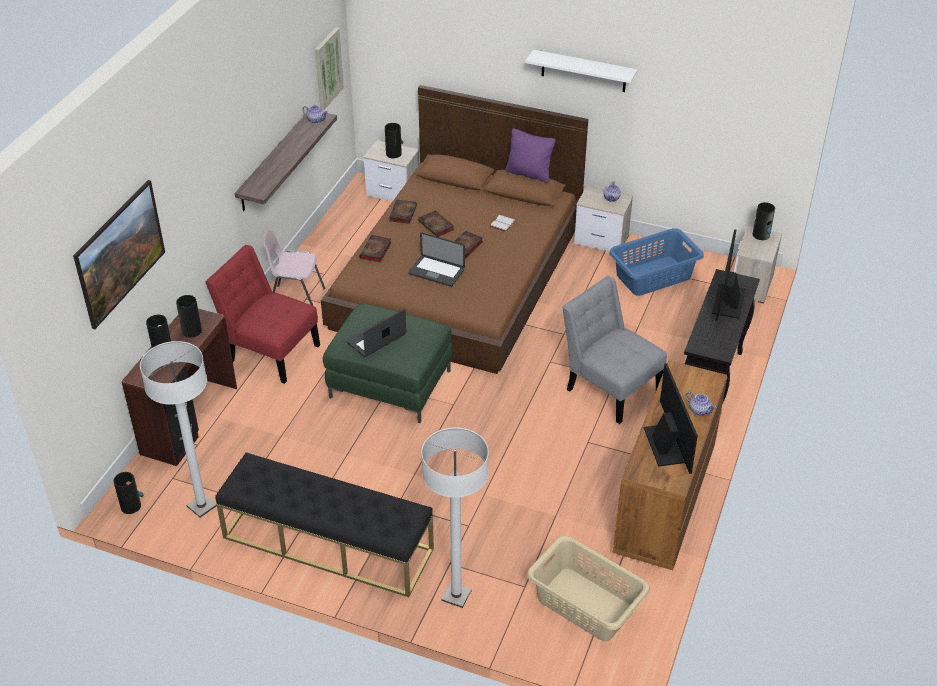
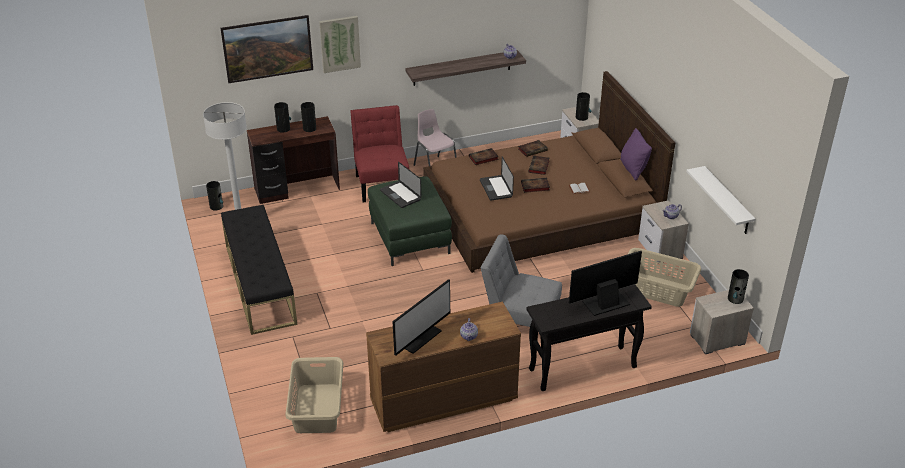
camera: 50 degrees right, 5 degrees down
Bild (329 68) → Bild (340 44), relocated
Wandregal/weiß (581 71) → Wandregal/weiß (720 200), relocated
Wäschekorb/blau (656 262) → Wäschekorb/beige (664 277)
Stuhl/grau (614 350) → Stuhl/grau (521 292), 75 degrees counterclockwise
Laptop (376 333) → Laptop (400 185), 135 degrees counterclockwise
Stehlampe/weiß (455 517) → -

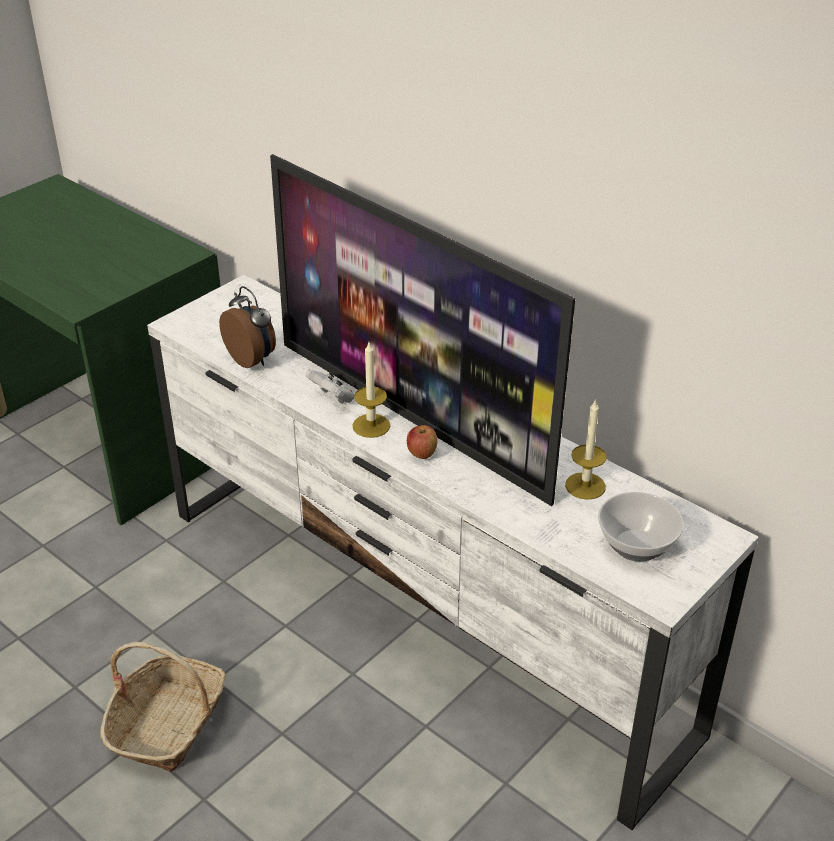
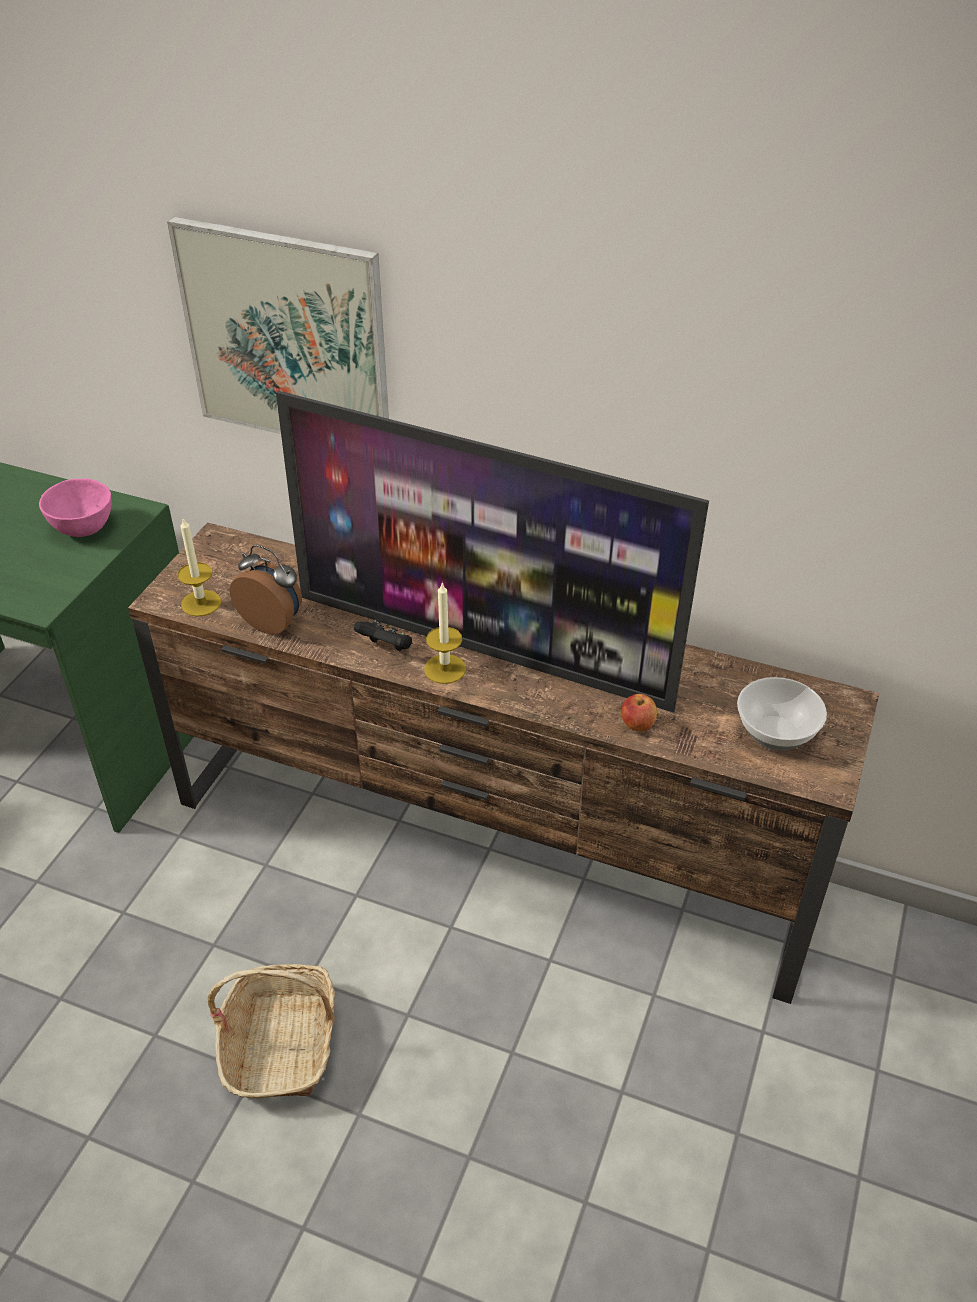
camera: 20 degrees left, 5 degrees up
Fernsehschrank/weiß (453 552) → Fernsehschrank/braun (503 763)
Gamepad/weiß (330 387) → Gamepad/schwarz (383 635)
Kerze (586 449) → Kerze (199 567), relocated
Apfel (422 442) → Apfel (639 713), relocated
- → Bild (278 325)
- → Schüssel/rosa (75 508)

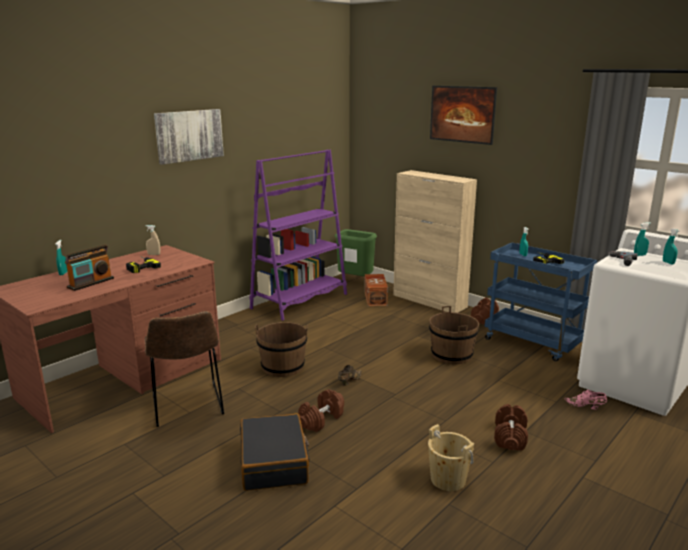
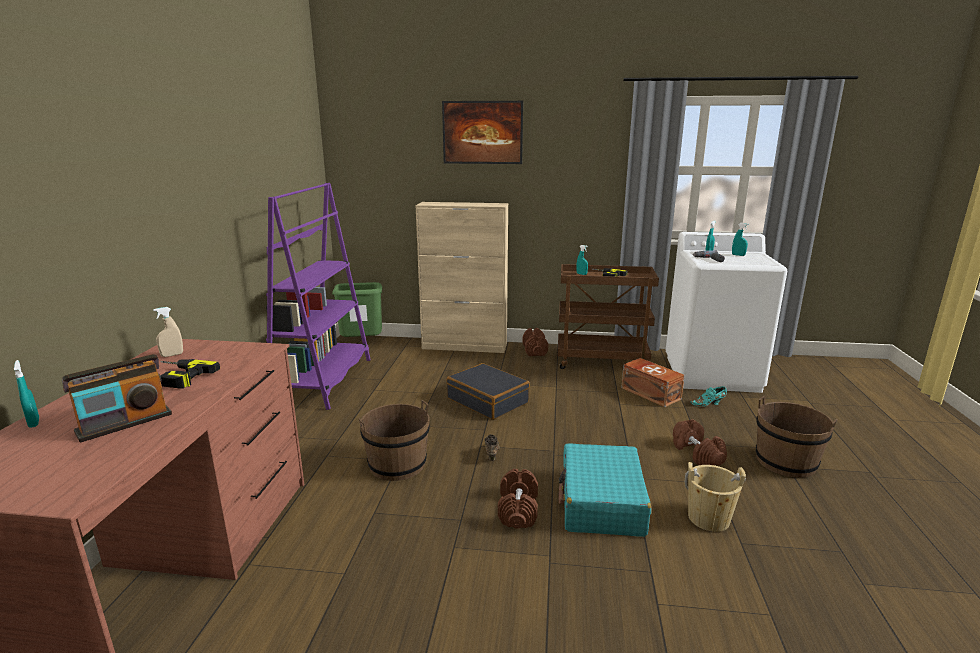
camera: 35 degrees left, 0 degrees up
Bild (189 137) → -
Rollwagen/blau (541 302) → Rollwagen/braun (608 316)
Radio (89 268) → Radio (117 398), 45 degrees clockwise
Aufbewahrungsbox/braun (376 290) → Aufbewahrungsbox/braun (653 382), relocated
Eimer/braun (454 335) → Eimer/braun (796 437), relocated
Stuhl/braun (184 369) → -
Schuh/rosa (585 400) → Schuh/türkis (708 396)
Koffer/schwarz (274 452) → Koffer/schwarz (488 391), relocated
- → Koffer/türkis (604 490)

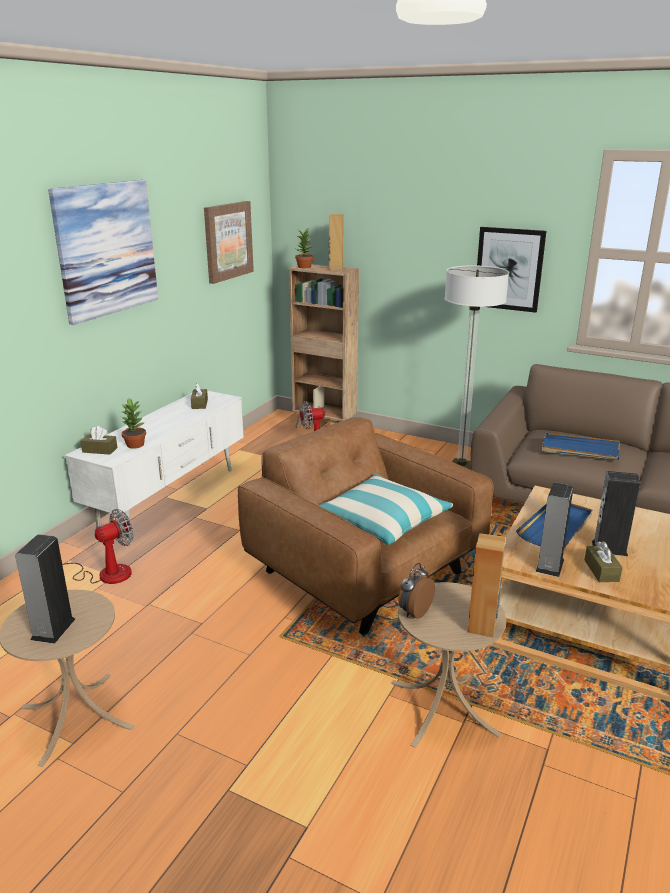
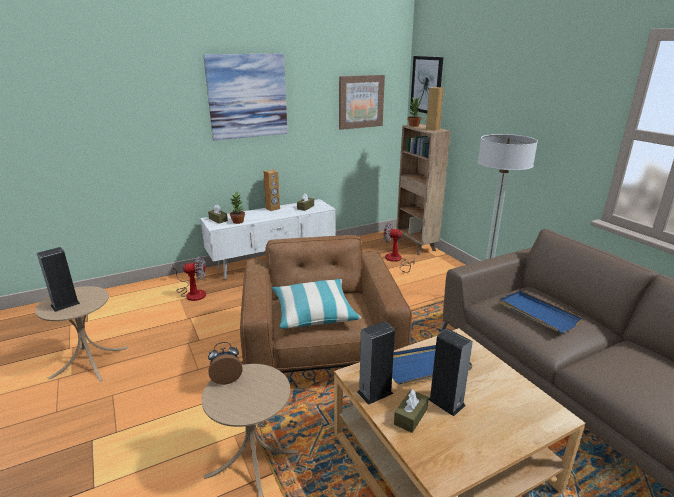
camera: 35 degrees right, 0 degrees up
Bild (511 270) → Bild (426 84), relocated
Lautsprecher/braun (487 585) → Lautsprecher/braun (271 190), relocated

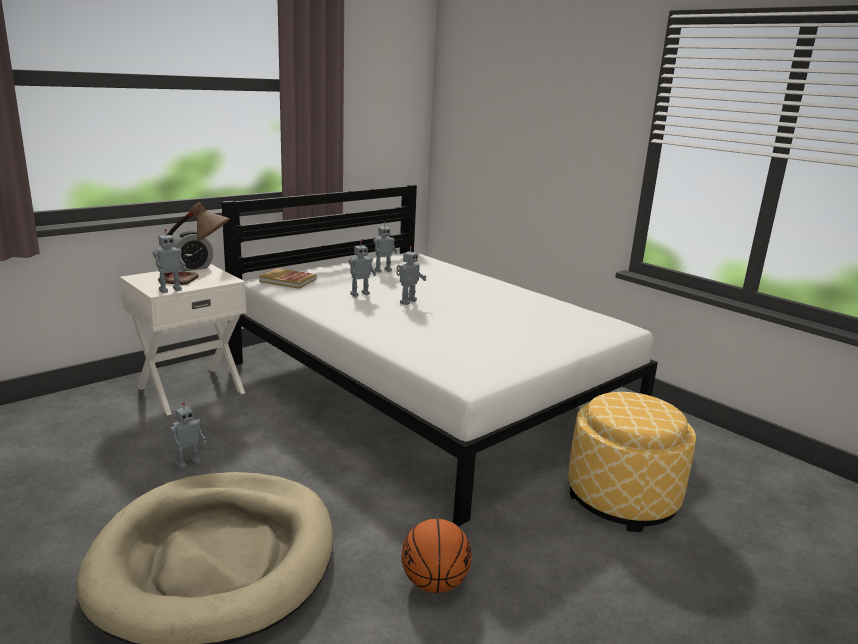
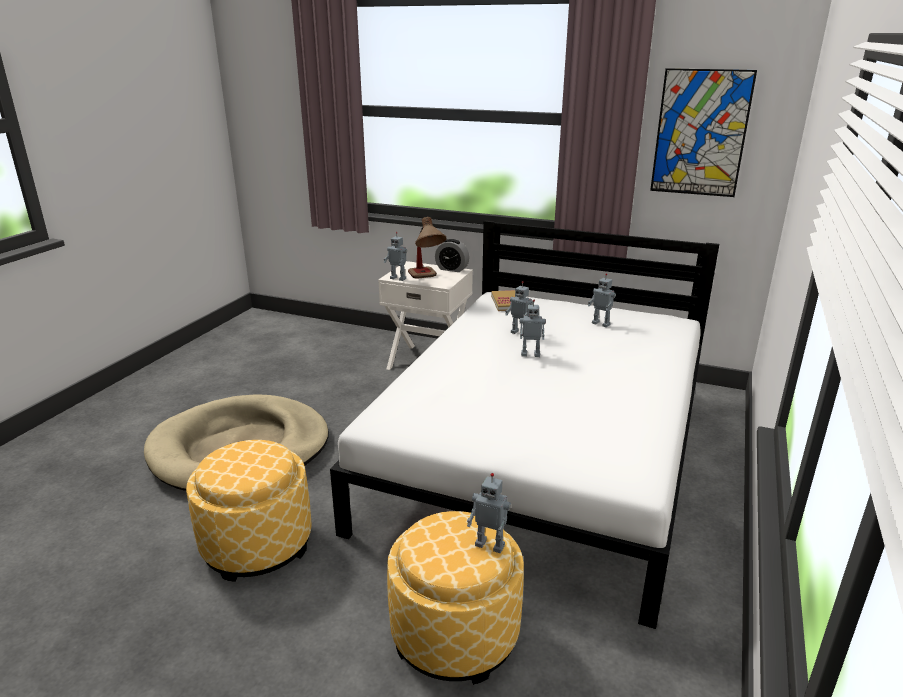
camera: 65 degrees right, 5 degrees up
Spielzeugroboter (188 435) → Spielzeugroboter (489 513), relocated
Basketball (436 556) → Polsterhocker (249 511)
- → Bild (703 132)

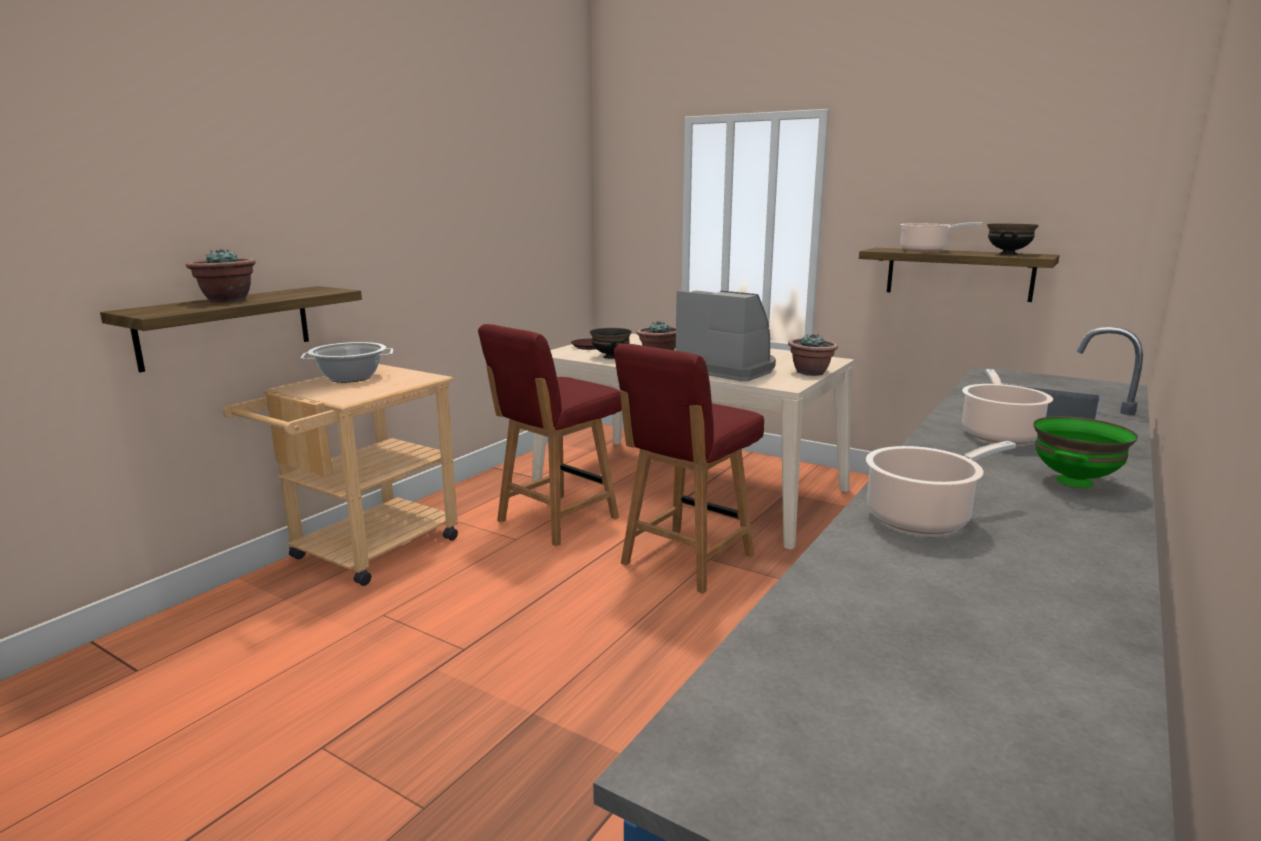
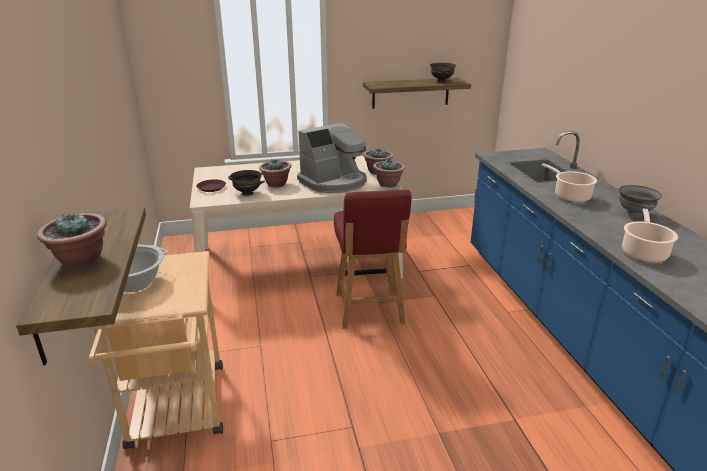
camera: 45 degrees left, 10 degrees up
Kochtopf (941 237) → -
Kaffeemaschine (726 335) → Kaffeemaschine (332 158), 150 degrees clockwise
Stuhl/rot (550 435) → -
Schüssel/grün (1085 452) → Schüssel/grau (640 201)
- → Topfpflanze (389 174)

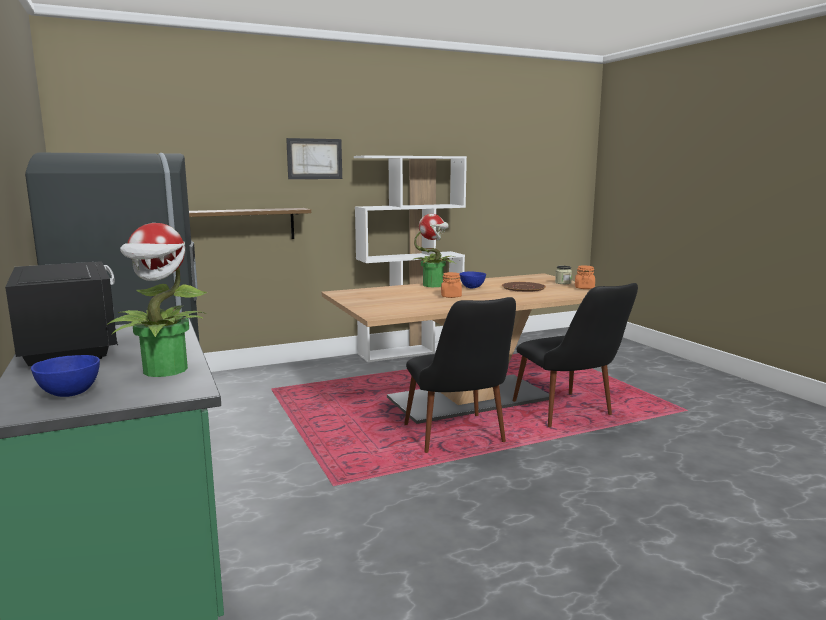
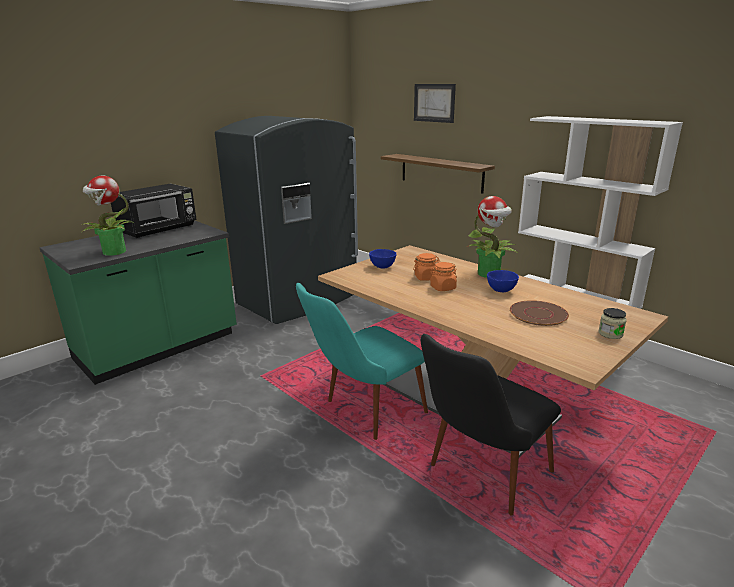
camera: 70 degrees right, 10 degrees up
Bild (314 158) → Bild (435 103), relocated
Vorratsglas/orange (585 277) → Vorratsglas/orange (426 267), relocated
Stuhl/schwarz (460 375) → Stuhl/türkis (362 361)
Schüssel/blau (65 376) → Schüssel/blau (382 258), relocated

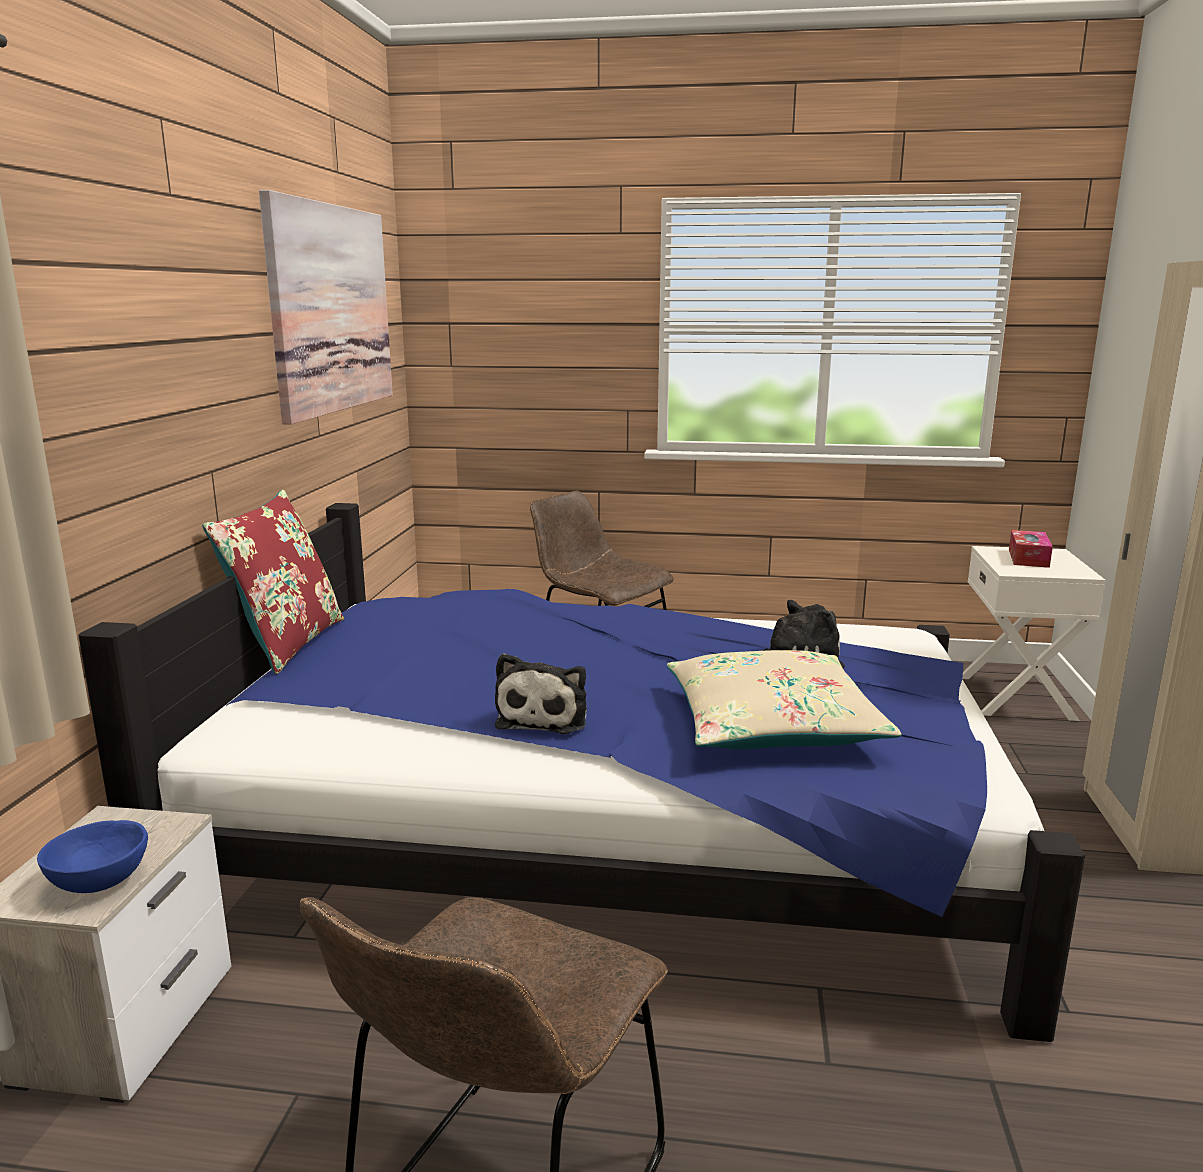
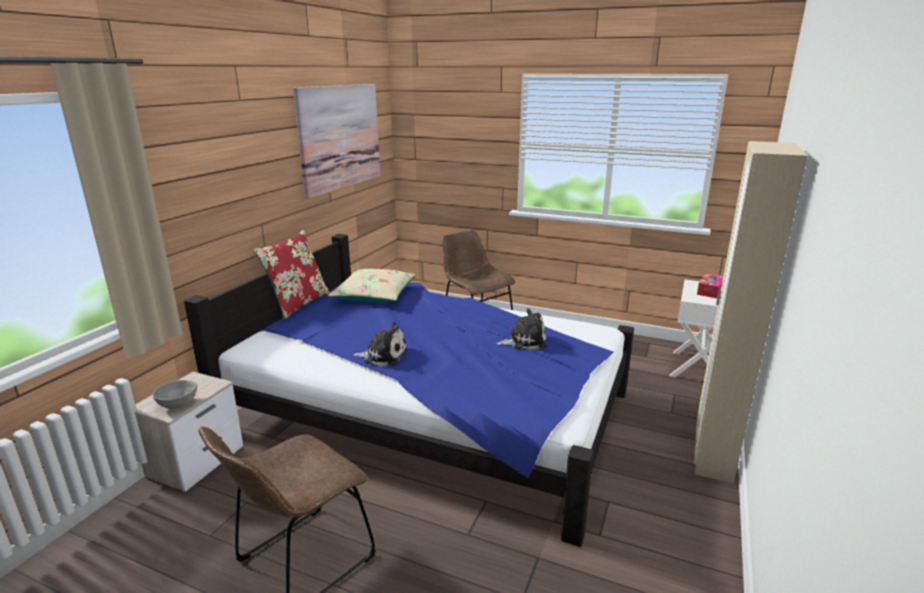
camera: 15 degrees right, 5 degrees up
Kissen/beige (784 699) → Kissen/beige (372 286), relocated
Plüschtier (541 693) → Plüschtier (380 344), 105 degrees counterclockwise
Schüssel/blau (92 856) → Schüssel/grau (174 394)

